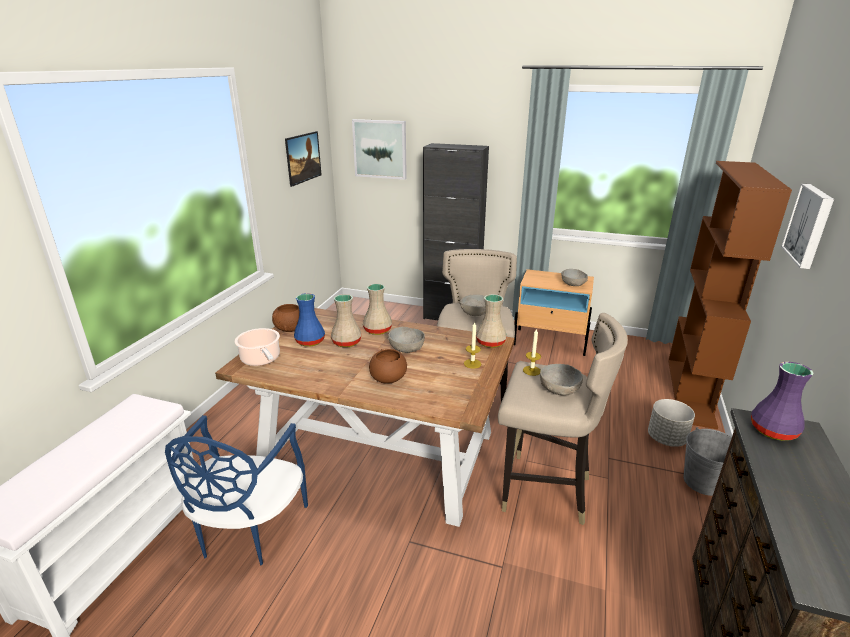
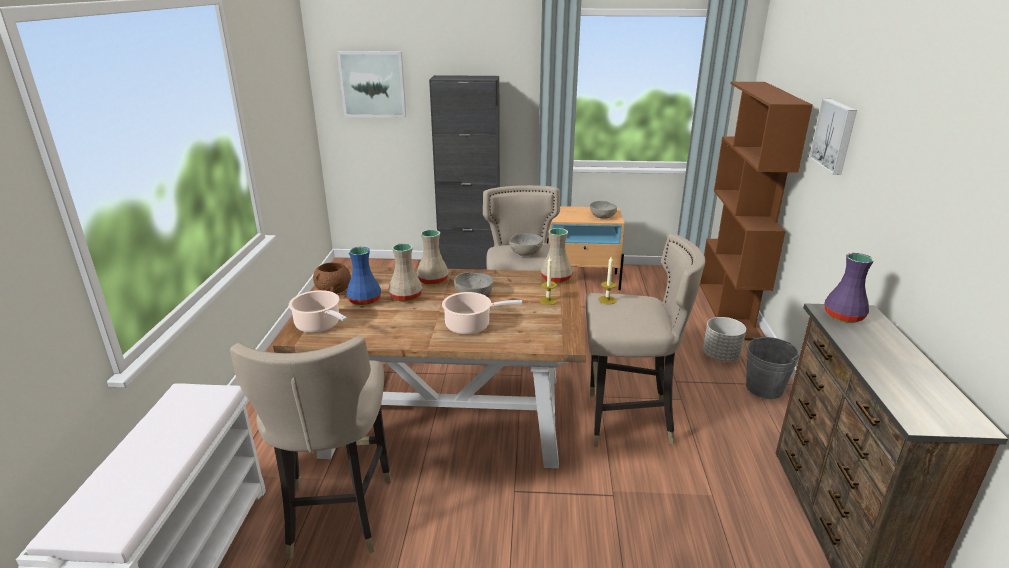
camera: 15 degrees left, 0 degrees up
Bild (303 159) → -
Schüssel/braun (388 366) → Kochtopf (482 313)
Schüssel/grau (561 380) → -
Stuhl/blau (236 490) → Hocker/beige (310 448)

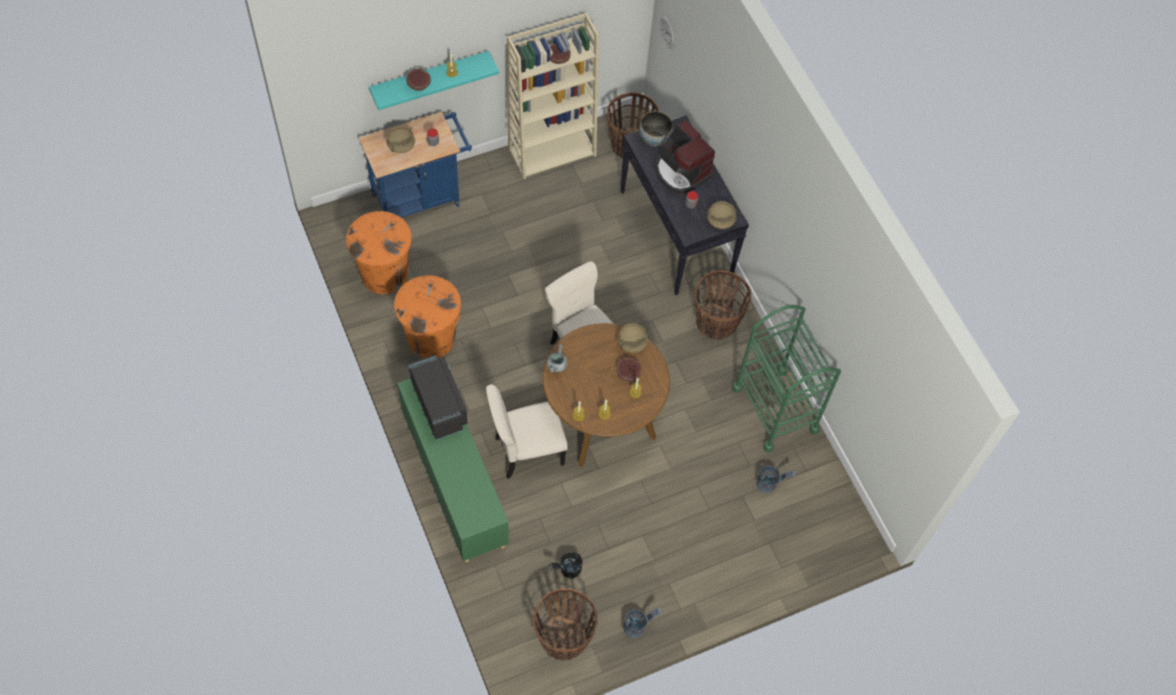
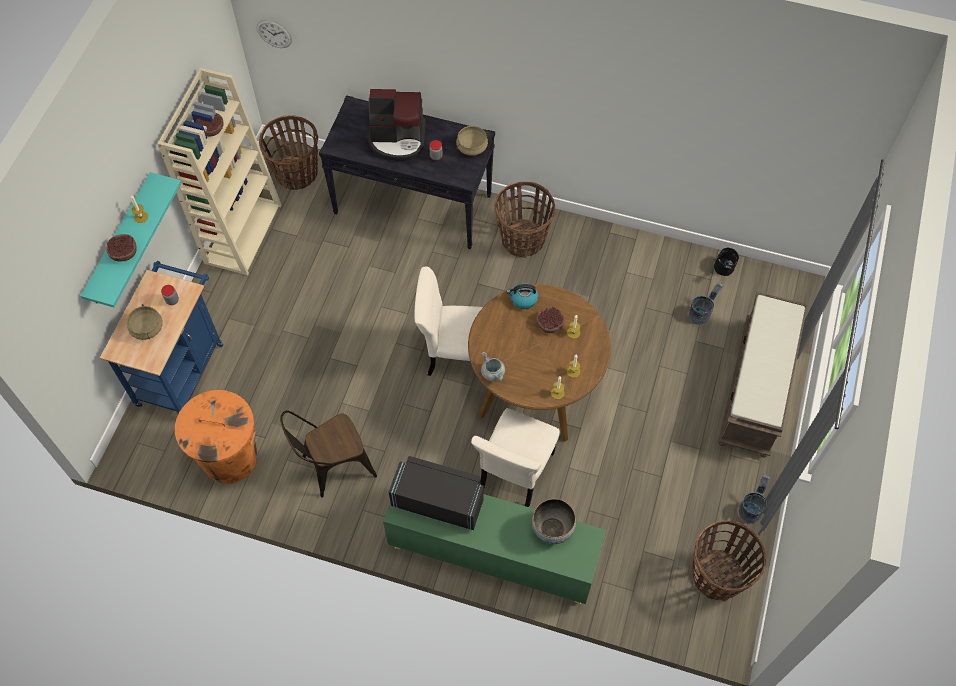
camera: 45 degrees left, 0 degrees up
Schüssel (656 129) → Schüssel (554 521), relocated
Mülleimer/orange (427 316) → Stuhl/braun (328 454)
Rollwagen/grün (786 378) → -
Kochtopf/beige (633 338) → Wasserkessel (522 296)
Eimer/schwarz (565 565) → Eimer/schwarz (726 262), relocated
- → Bank/braun (763 375)

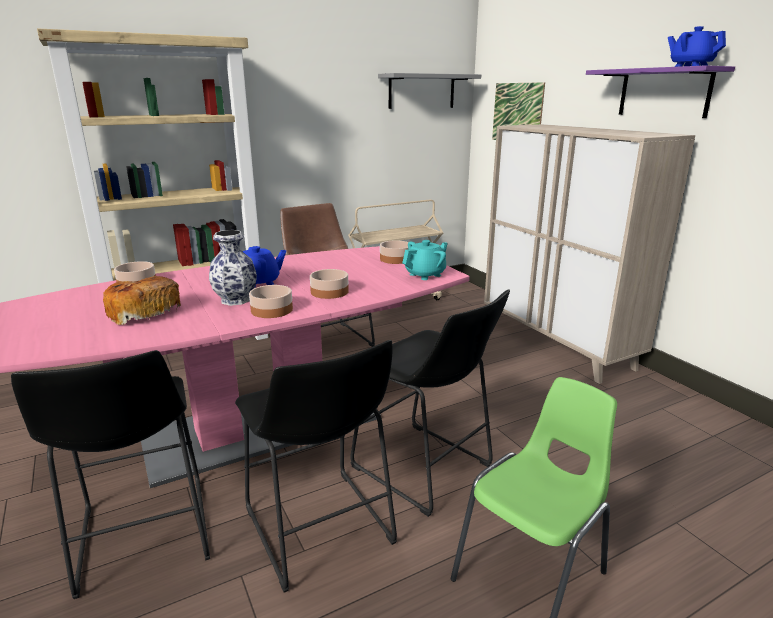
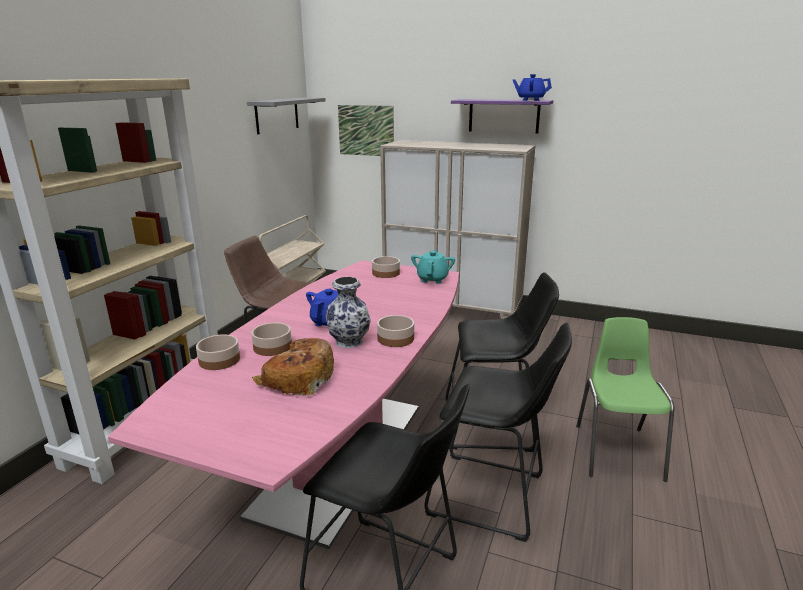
camera: 40 degrees left, 0 degrees up
Schüssel (329 284) → Schüssel (271 339), relocated

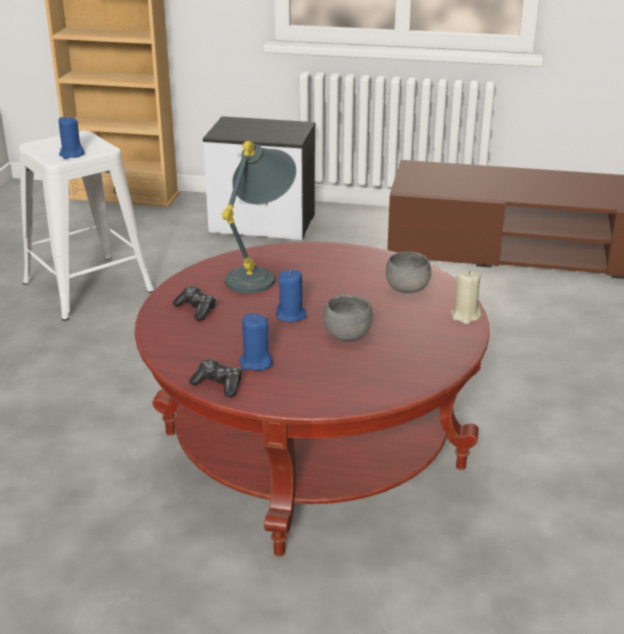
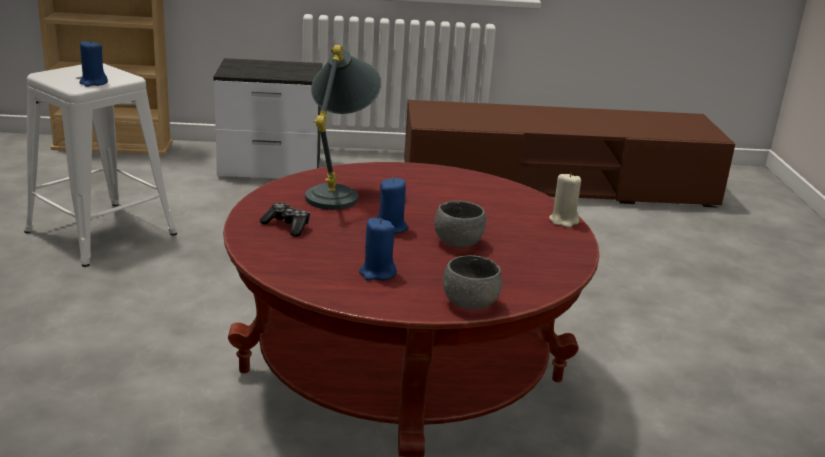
camera: 15 degrees left, 5 degrees down
Schüssel/grau (408 272) → Schüssel/grau (473 282), relocated
Gamepad (215 378) → -

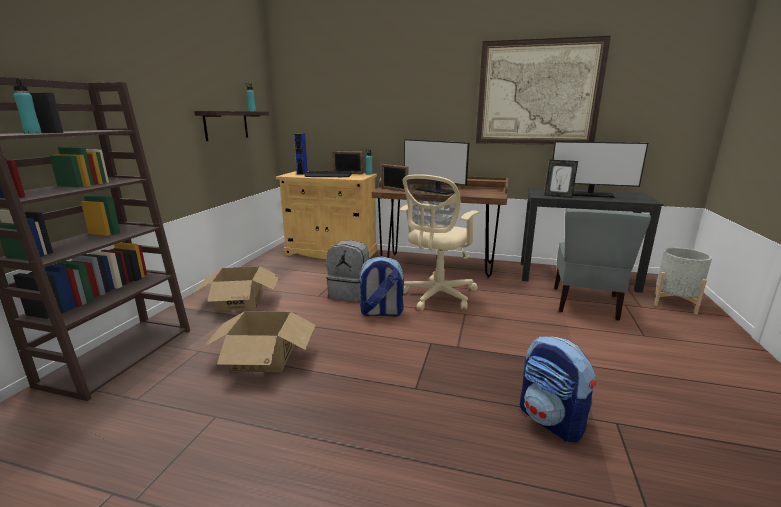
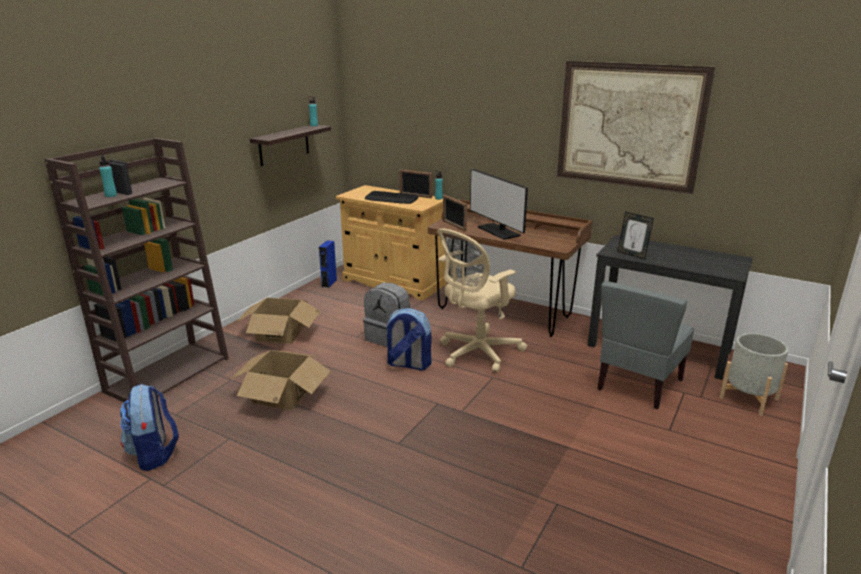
camera: 15 degrees right, 5 degrees up
Lautsprecher/blau (301 154) → Lautsprecher/blau (328 264), relocated
Monitor (600 169) → -
Rucksack (558 389) → Rucksack (149 427), relocated

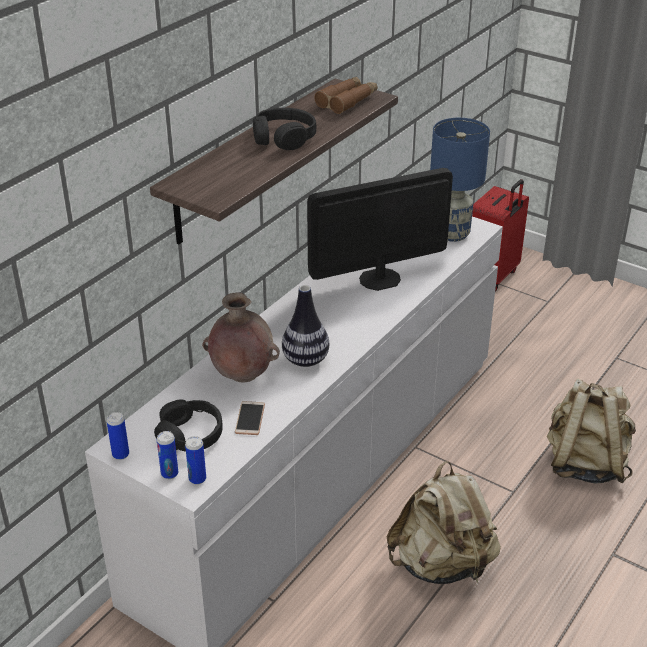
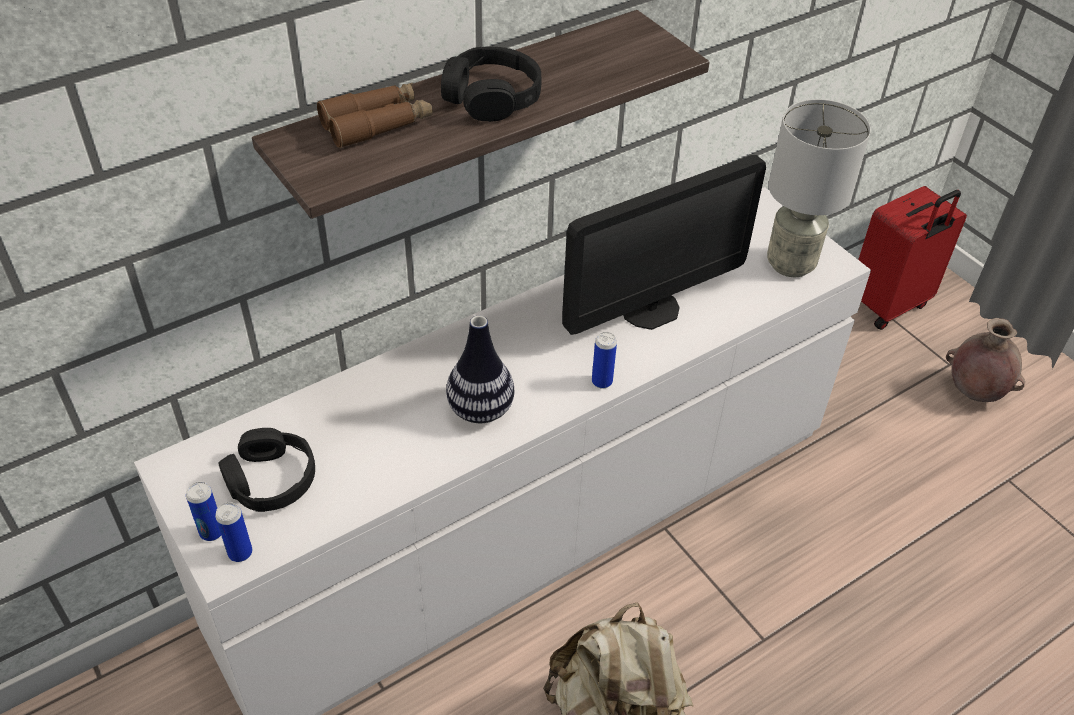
camera: 20 degrees right, 10 degrees up
Fernglas/braun (346 95) → Fernglas/braun (375 115), relocated
Tischlampe/blau (460 180) → Tischlampe/grau (819 188)
Monitor (380 229) → Monitor (664 245), 150 degrees clockwise
Vase/braun (241 337) → Vase/braun (985 360), relocated
Rucksack/beige (591 430) → -
Handy (250 418) → -
Dose (118 436) → Dose (604 360), relocated

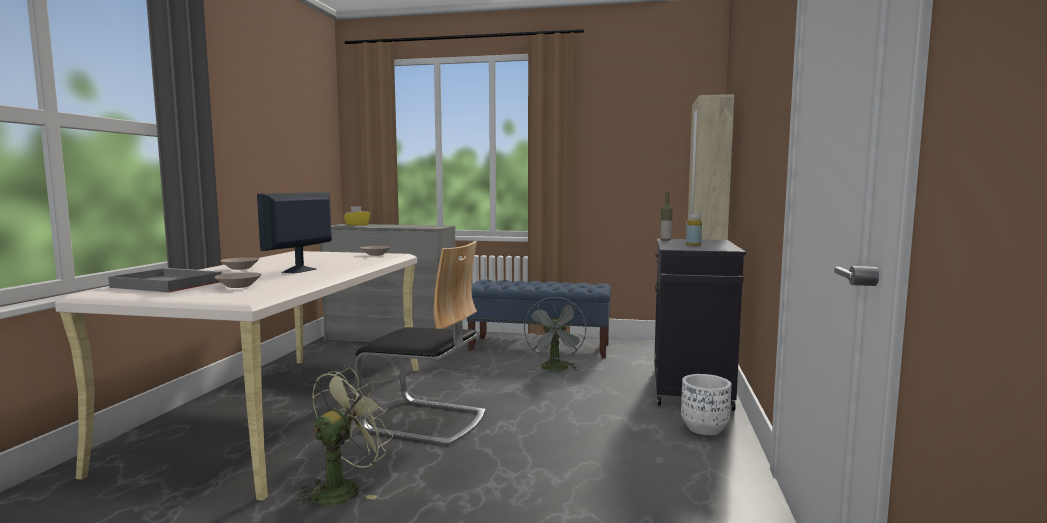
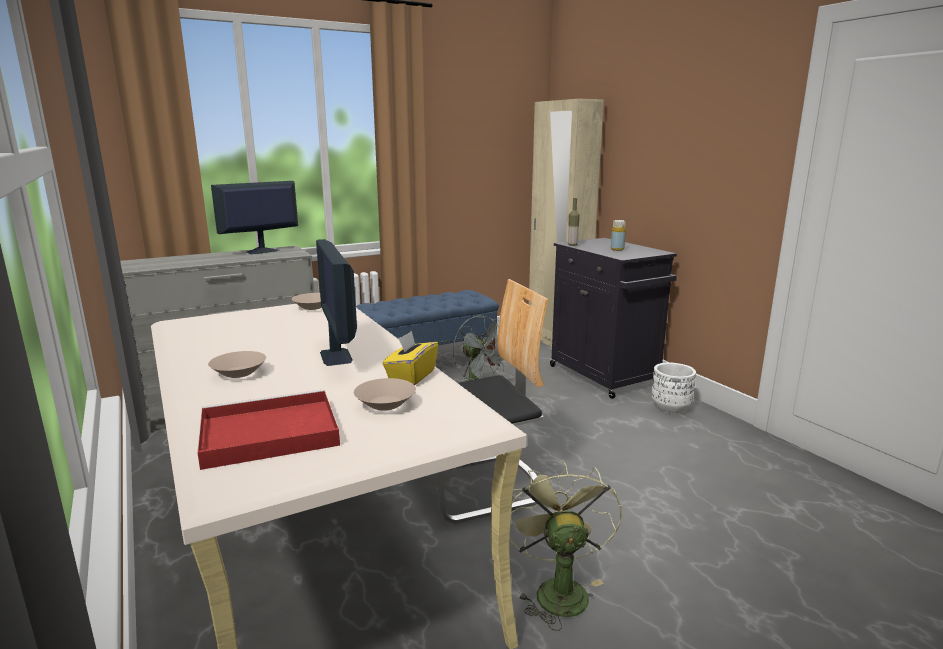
camera: 40 degrees left, 10 degrees up
Taschentuchbox/gelb (356 216) → Taschentuchbox/gelb (410 358), relocated
Tablett/grau (165 280) → Tablett/rot (268 429)
- → Monitor (254 217)

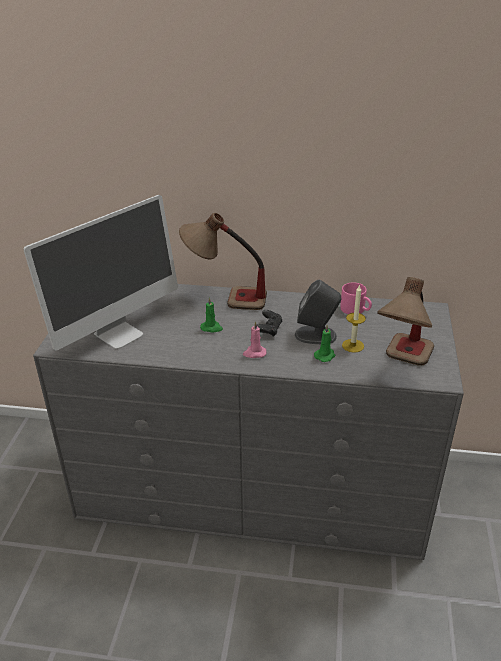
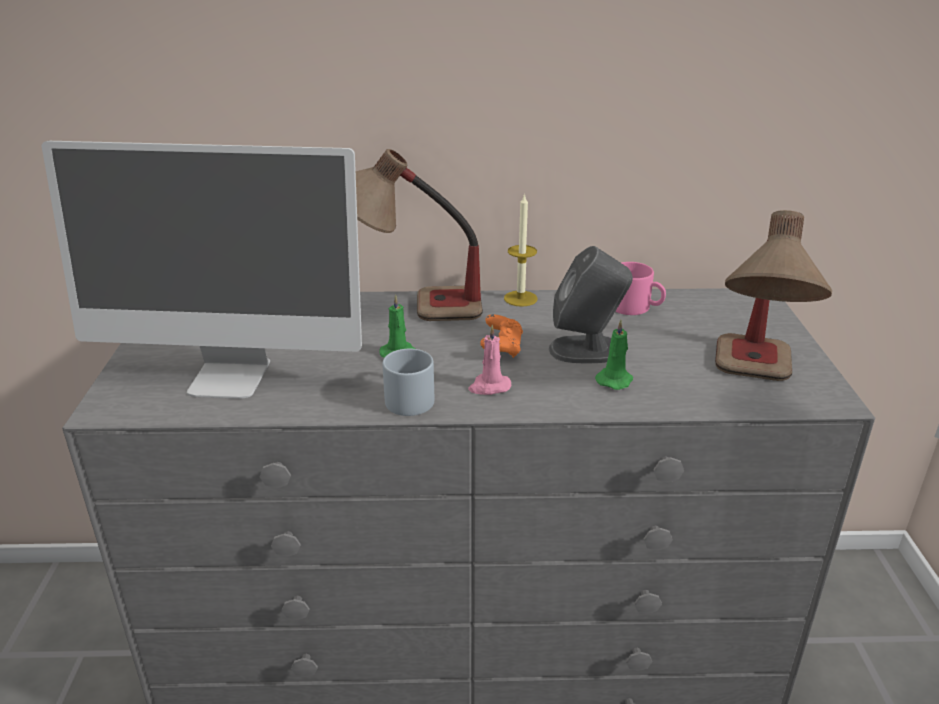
camera: 10 degrees left, 5 degrees down
Monitor (100 273) → Monitor (202 270), 60 degrees clockwise
Kerze (354 319) → Kerze (521 250), relocated
Gamepad/schwarz (269 323) → Gamepad/orange (501 336)
- → Henkelbecher/grau (408 382)

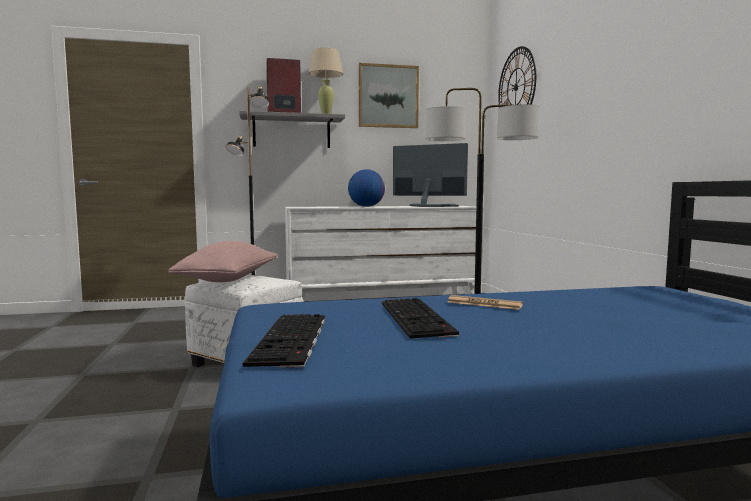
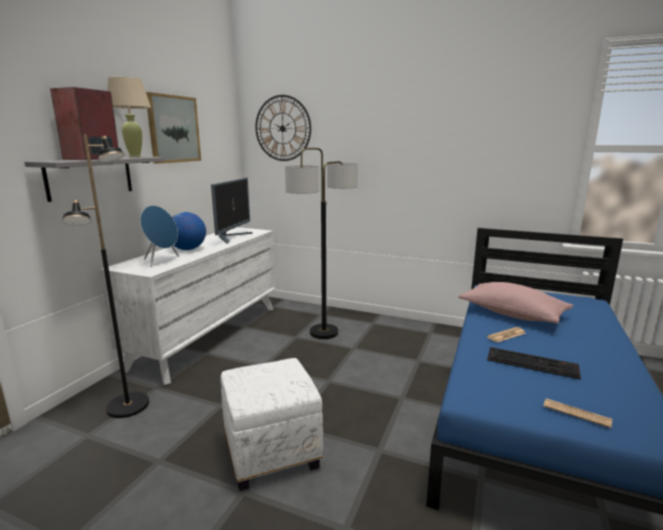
camera: 55 degrees left, 10 degrees up
Monitor (430 175) → Monitor (232 211), 135 degrees clockwise
Kissen/rosa (223 261) → Kissen/rosa (515 303), relocated
Tastatur (283 340) → Zeitung (577 413)
- → Lautsprecher/blau (159 236)

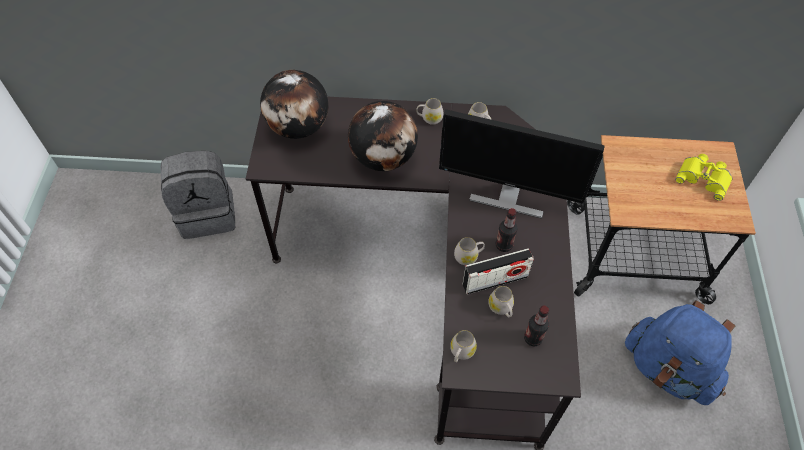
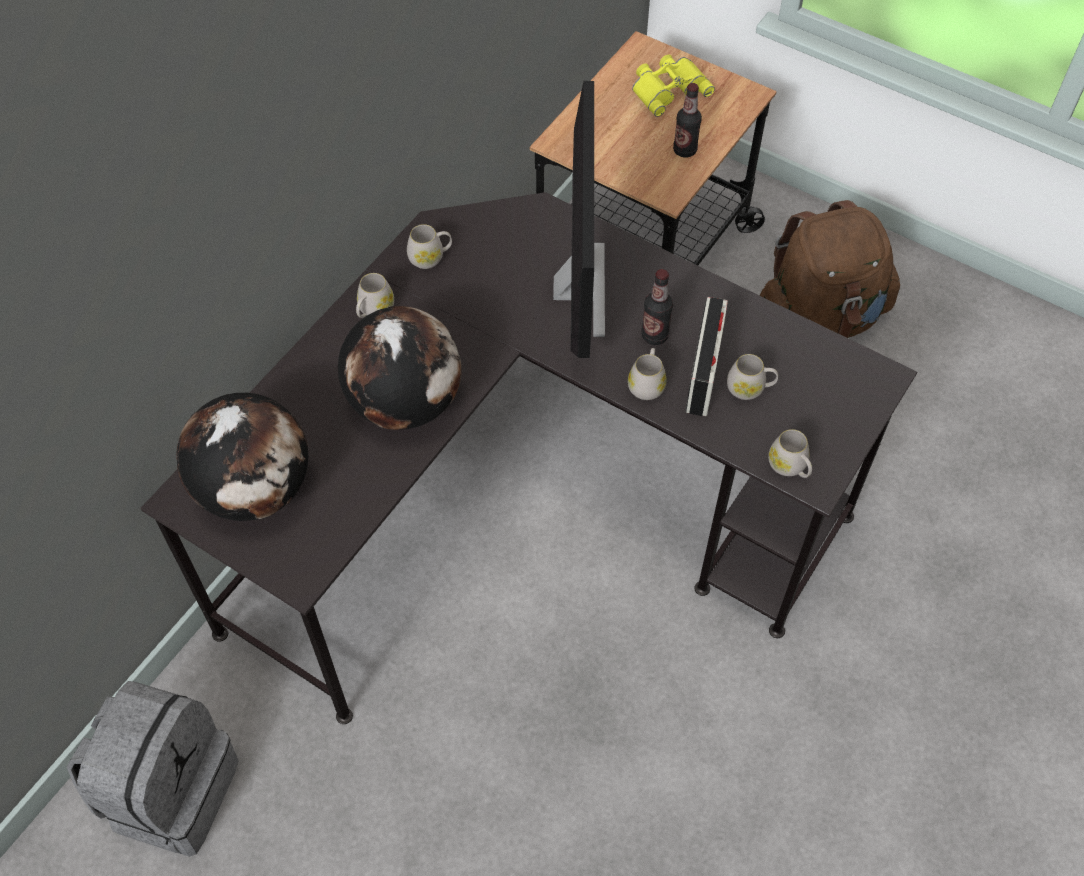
camera: 60 degrees left, 0 degrees up
Monitor (522 163) → Monitor (579 219), 45 degrees counterclockwise
Rucksack/blau (680 352) → Rucksack/braun (830 269)
Flasche (536 326) → Flasche (687 120), relocated

